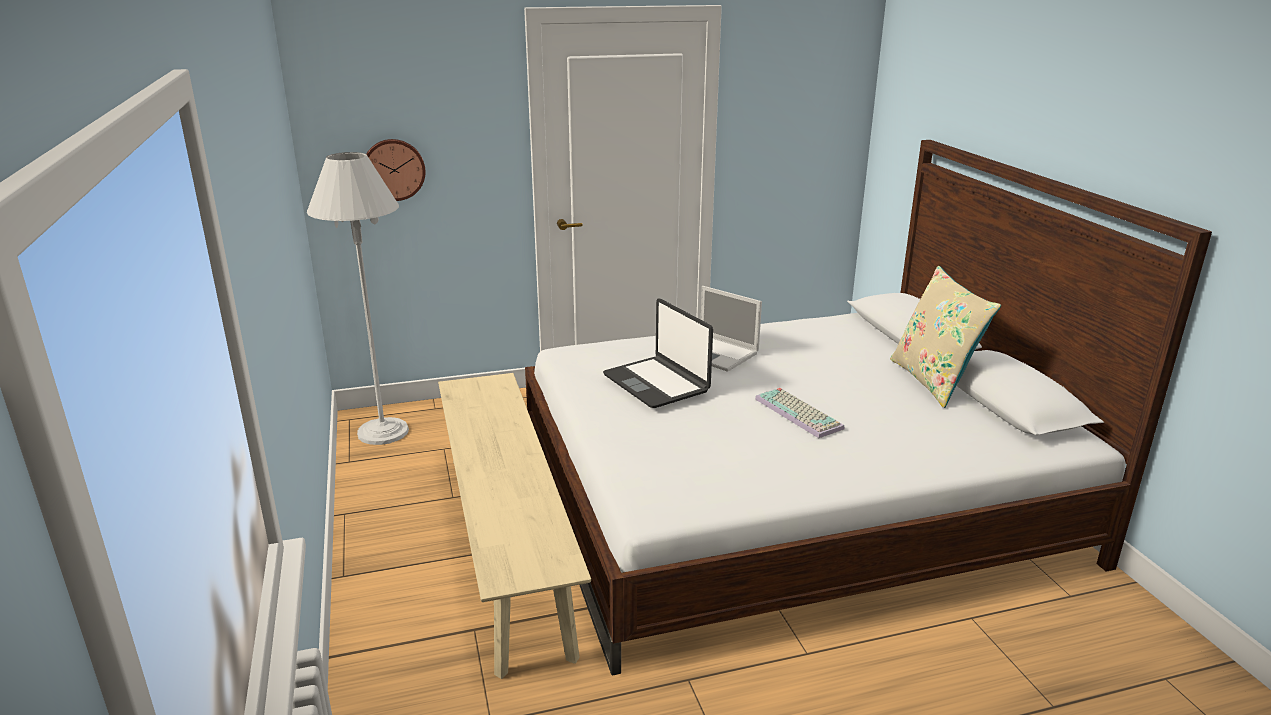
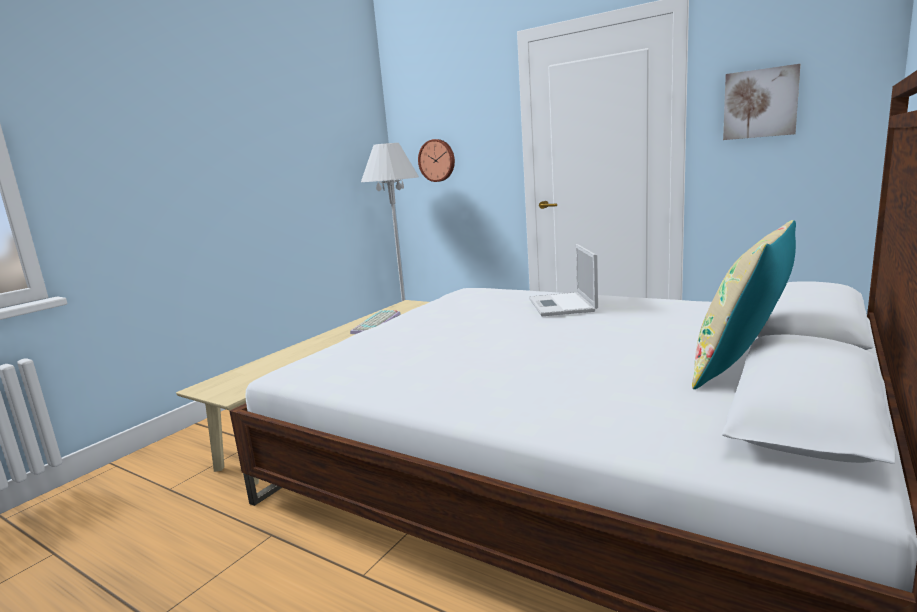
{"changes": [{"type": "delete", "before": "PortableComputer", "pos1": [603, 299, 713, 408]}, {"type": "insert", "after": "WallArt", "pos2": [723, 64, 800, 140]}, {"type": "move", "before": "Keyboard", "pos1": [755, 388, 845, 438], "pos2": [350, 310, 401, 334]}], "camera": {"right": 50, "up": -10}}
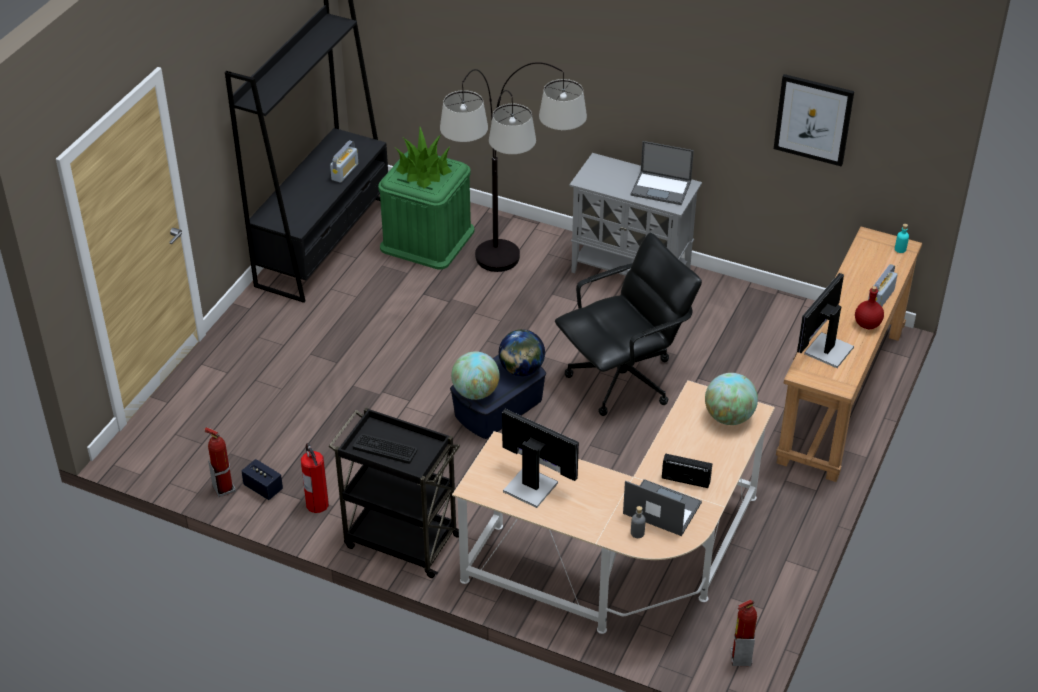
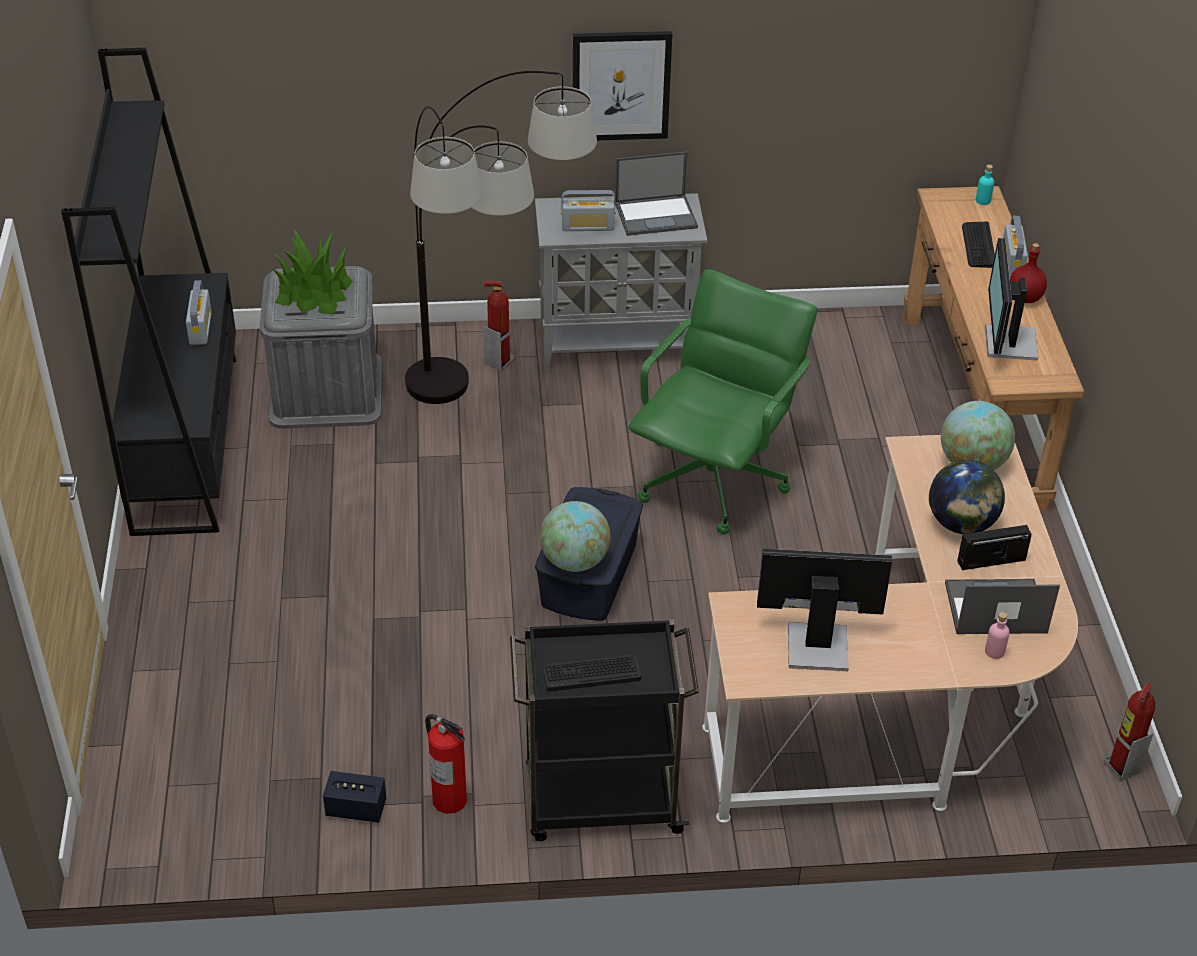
{"changes": [{"type": "insert", "after": "RadioReceiver", "pos2": [561, 190, 616, 231]}, {"type": "insert", "after": "Keyboard", "pos2": [962, 222, 995, 268]}, {"type": "move", "before": "FireExtinguisher", "pos1": [204, 427, 236, 497], "pos2": [483, 281, 515, 371]}, {"type": "move", "before": "Globe", "pos1": [499, 329, 545, 376], "pos2": [929, 460, 1005, 534]}, {"type": "move", "before": "WallArt", "pos1": [774, 74, 854, 167], "pos2": [573, 31, 672, 141]}, {"type": "recolor", "before": "GreenColouredStorageBox", "after": "GrayStorageBox", "pos1": [378, 151, 474, 270], "pos2": [260, 266, 382, 429]}, {"type": "recolor", "before": "BlackDeskChair", "after": "GreenColouredDeskChair", "pos1": [555, 233, 702, 416], "pos2": [628, 269, 817, 535]}, {"type": "recolor", "before": "GrayBeverageBottle", "after": "PinkBeverageBottle", "pos1": [631, 506, 646, 538], "pos2": [985, 612, 1010, 659]}], "camera": {"right": -30, "up": 0}}
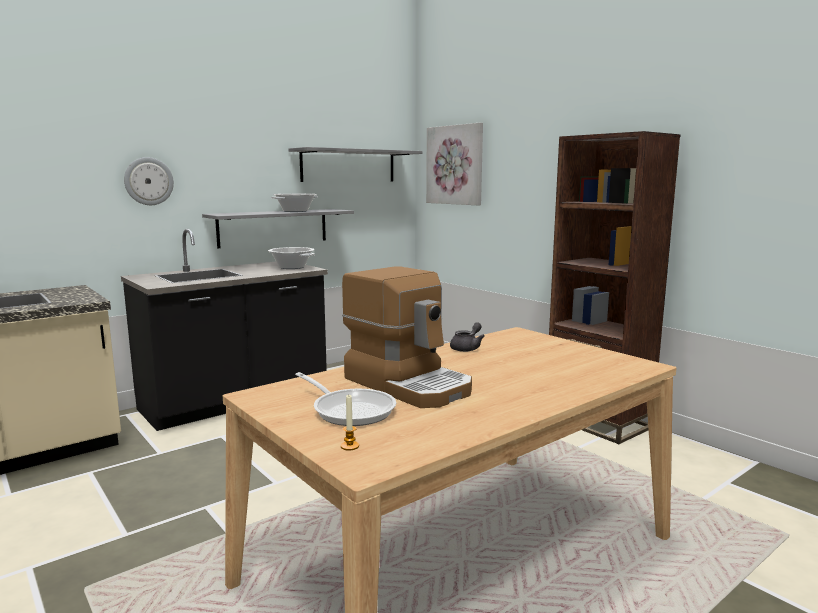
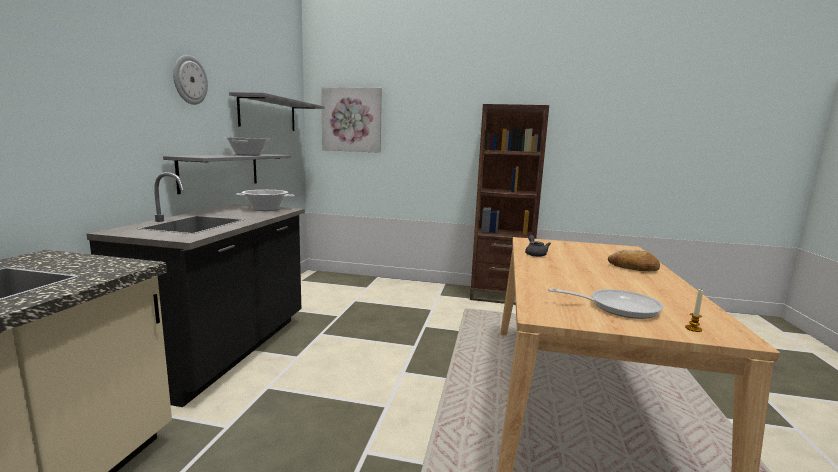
{"changes": [{"type": "delete", "before": "CoffeeBrewer", "pos1": [342, 266, 472, 408]}, {"type": "insert", "after": "BakeryBread", "pos2": [608, 249, 660, 271]}, {"type": "move", "before": "ClockOnTheWall", "pos1": [124, 157, 174, 205], "pos2": [173, 55, 208, 105]}], "camera": {"right": -40, "up": 0}}
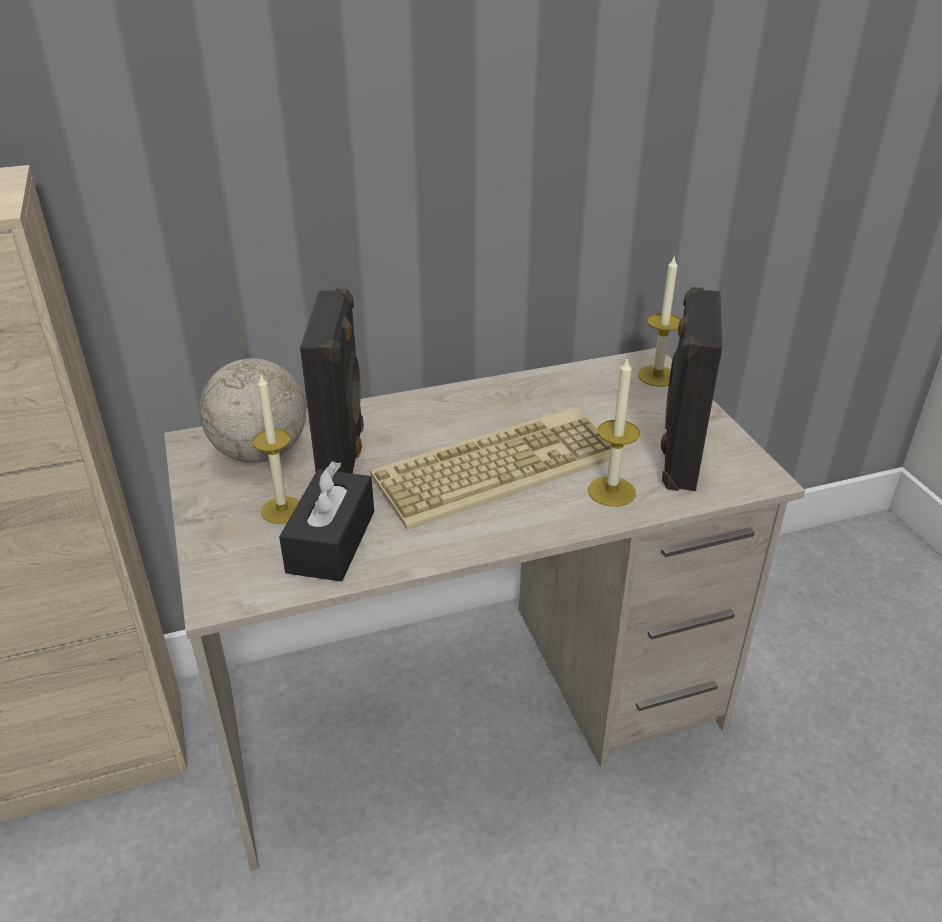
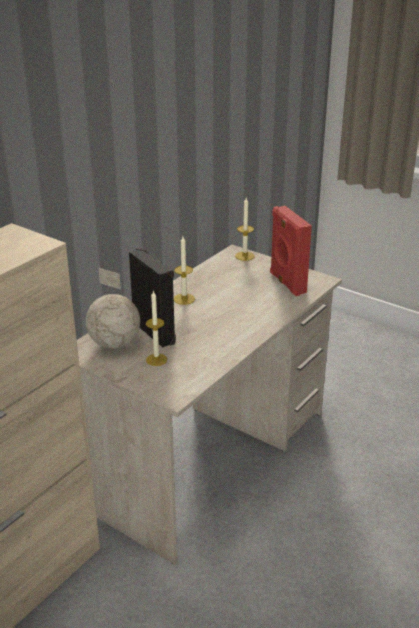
{"changes": [{"type": "delete", "before": "BlackBoxOfTissues", "pos1": [279, 461, 374, 582]}, {"type": "delete", "before": "Keyboard", "pos1": [370, 406, 623, 530]}, {"type": "move", "before": "WaxLight", "pos1": [588, 357, 640, 507], "pos2": [174, 236, 195, 305]}, {"type": "recolor", "before": "BlackLoudspeaker", "after": "RedLoudspeaker", "pos1": [661, 287, 722, 491], "pos2": [270, 206, 312, 296]}], "camera": {"right": -35, "up": -5}}
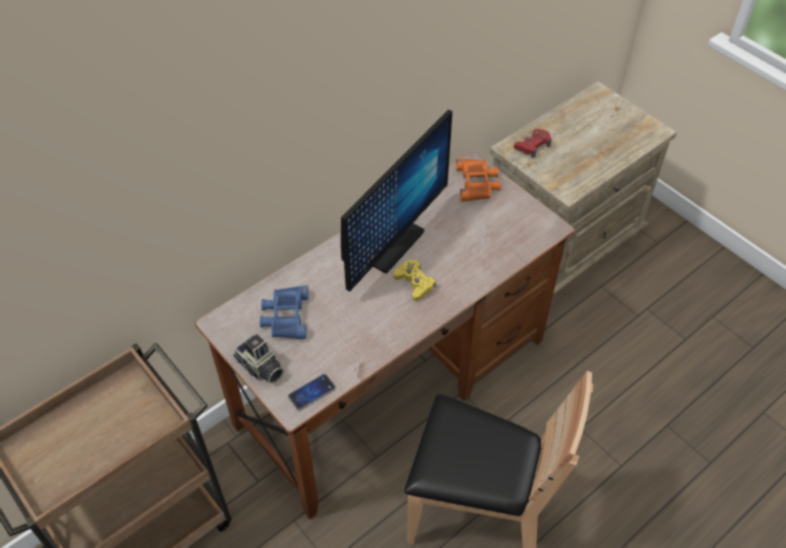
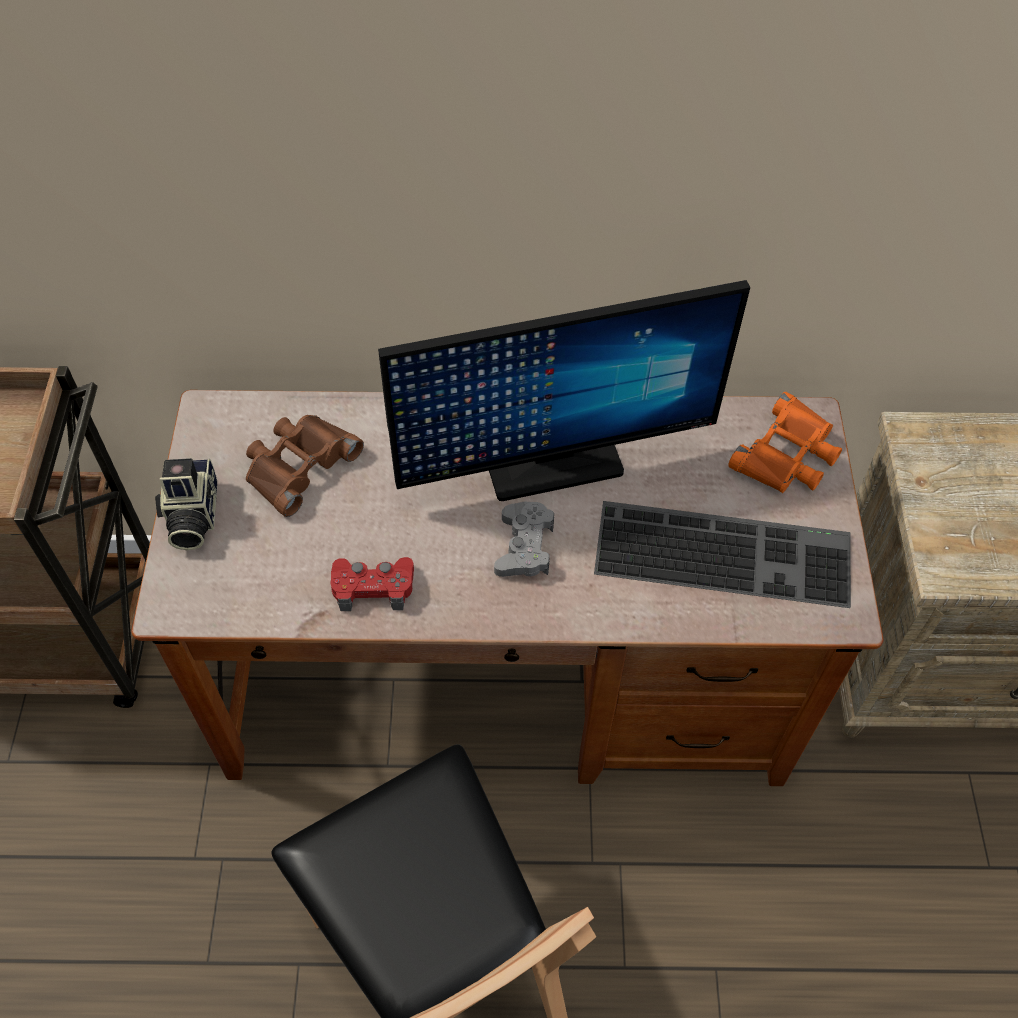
{"changes": [{"type": "delete", "before": "Phone", "pos1": [288, 374, 336, 410]}, {"type": "insert", "after": "Keyboard", "pos2": [594, 501, 851, 608]}, {"type": "move", "before": "RedGameController", "pos1": [514, 129, 552, 159], "pos2": [330, 557, 414, 611]}, {"type": "recolor", "before": "BluishFieldGlasses", "after": "BrownColouredFieldGlasses", "pos1": [260, 285, 308, 339], "pos2": [246, 415, 364, 517]}, {"type": "recolor", "before": "YellowGameController", "after": "GrayGameController", "pos1": [394, 260, 436, 301], "pos2": [494, 501, 554, 577]}], "camera": {"right": 40, "up": 5}}
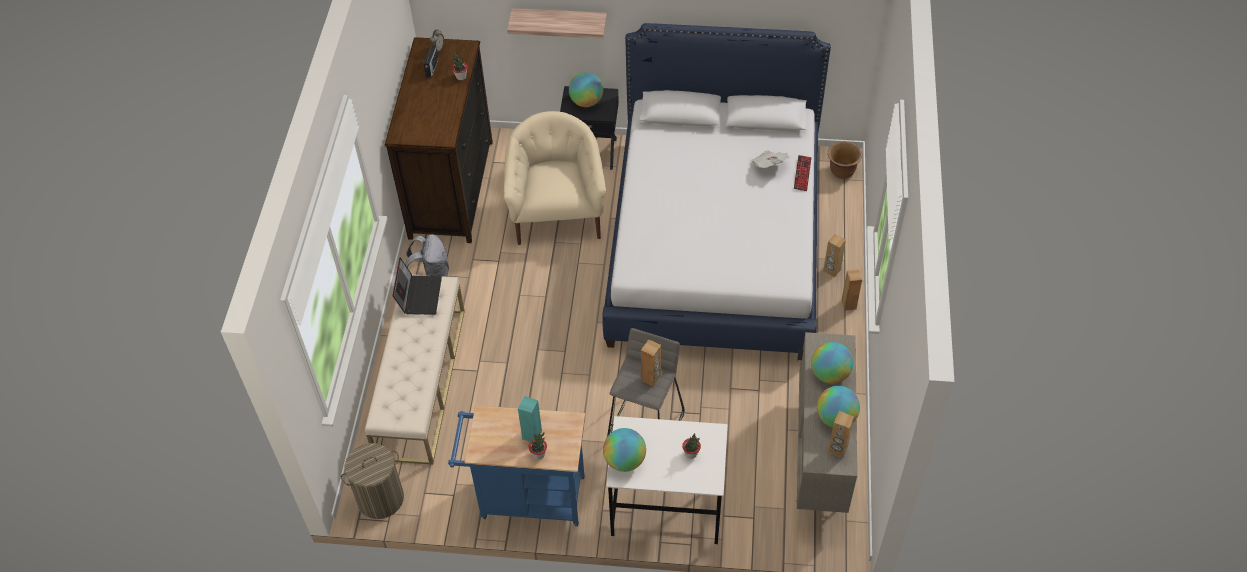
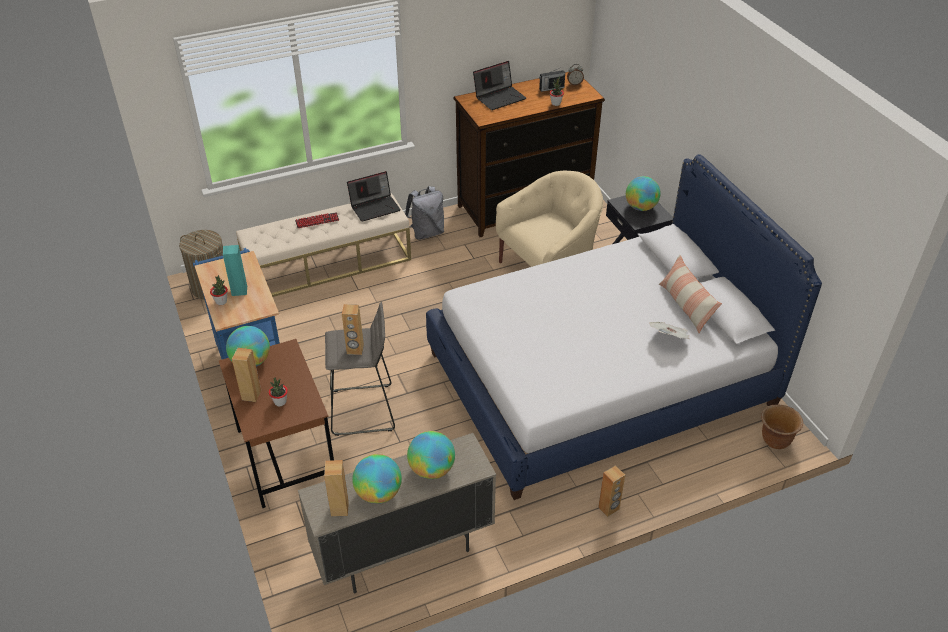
{"changes": [{"type": "delete", "before": "BracketShelf", "pos1": [507, 8, 607, 39]}, {"type": "insert", "after": "PortableComputer", "pos2": [473, 61, 526, 110]}, {"type": "insert", "after": "Cushion", "pos2": [659, 255, 722, 333]}, {"type": "move", "before": "Keyboard", "pos1": [794, 155, 811, 191], "pos2": [295, 212, 339, 228]}, {"type": "move", "before": "BrownColouredLoudspeaker", "pos1": [823, 234, 846, 277], "pos2": [232, 348, 261, 402]}, {"type": "recolor", "before": "WhiteColouredDesk", "after": "BrownColouredDesk", "pos1": [606, 416, 728, 544], "pos2": [219, 339, 334, 508]}], "camera": {"right": 60, "up": -10}}
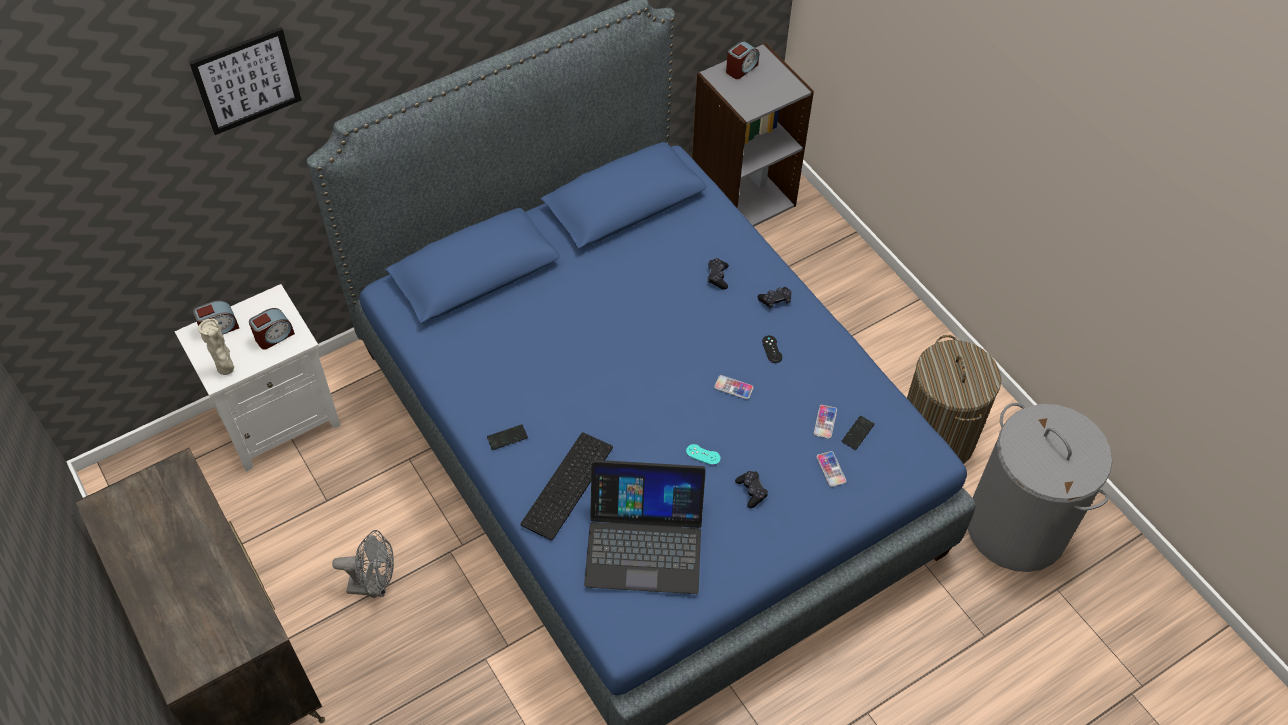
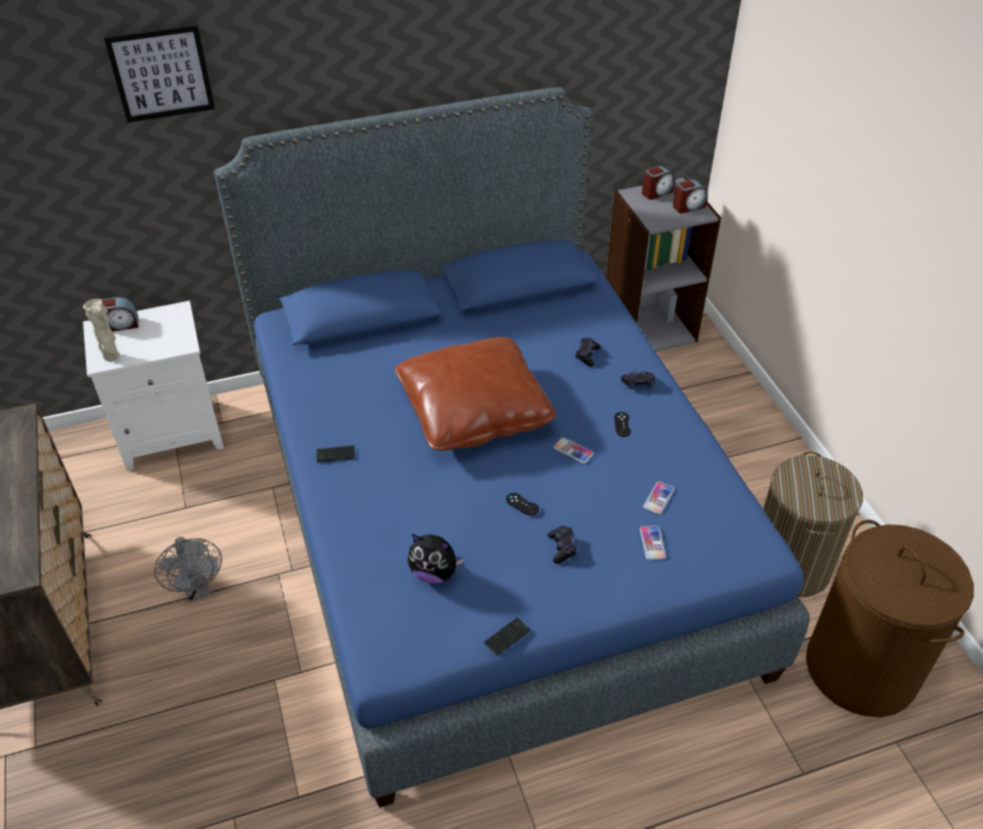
{"changes": [{"type": "delete", "before": "Keyboard", "pos1": [520, 432, 613, 540]}, {"type": "insert", "after": "BrownColouredCushion", "pos2": [395, 337, 556, 451]}, {"type": "move", "before": "AlarmClock", "pos1": [249, 308, 295, 350], "pos2": [673, 179, 708, 213]}, {"type": "move", "before": "Phone", "pos1": [841, 416, 875, 450], "pos2": [484, 618, 530, 656]}, {"type": "replace", "before": "PortableComputer", "after": "PlushToy", "pos1": [584, 460, 706, 594], "pos2": [408, 534, 464, 584]}, {"type": "recolor", "before": "TurquoiseColouredGameController", "after": "BlackGameController", "pos1": [686, 444, 720, 465], "pos2": [506, 493, 539, 516]}, {"type": "recolor", "before": "GrayHamper", "after": "BrownColouredHamper", "pos1": [968, 403, 1112, 572], "pos2": [806, 520, 974, 717]}, {"type": "rotate", "before": "GrayFan", "pos1": [332, 530, 394, 598], "pos2": [154, 537, 222, 602], "turn": 45}], "camera": {"right": 15, "up": -10}}
